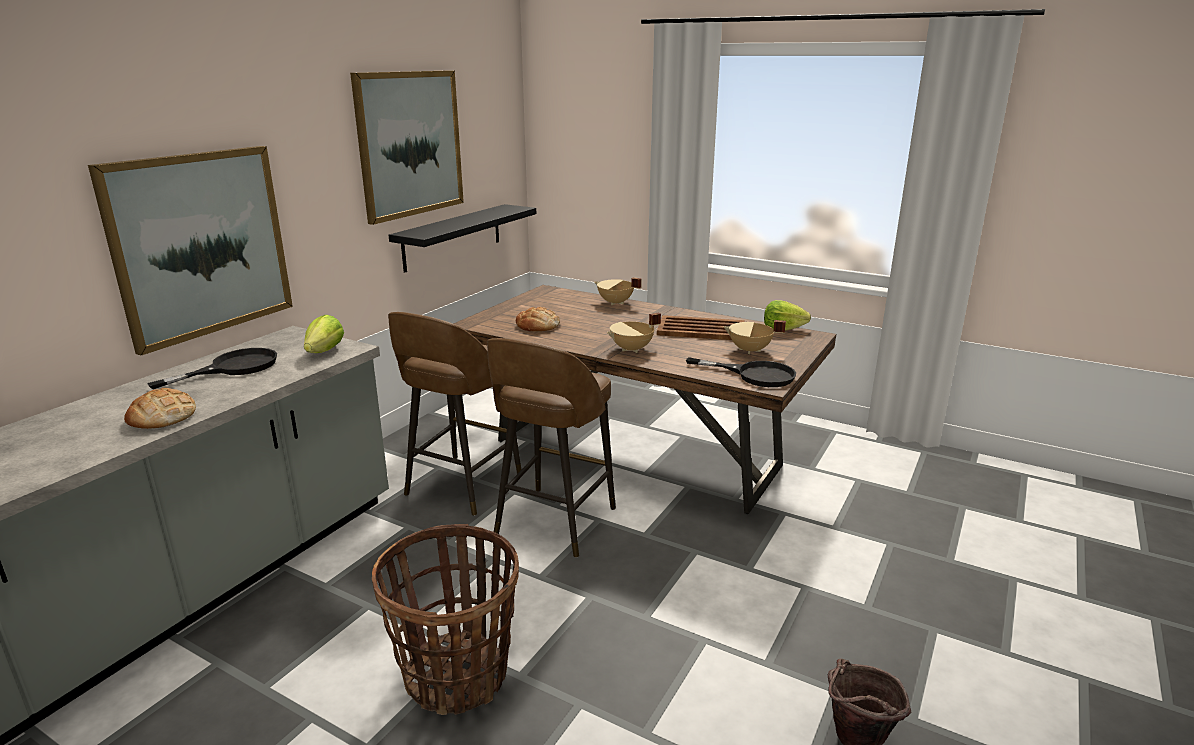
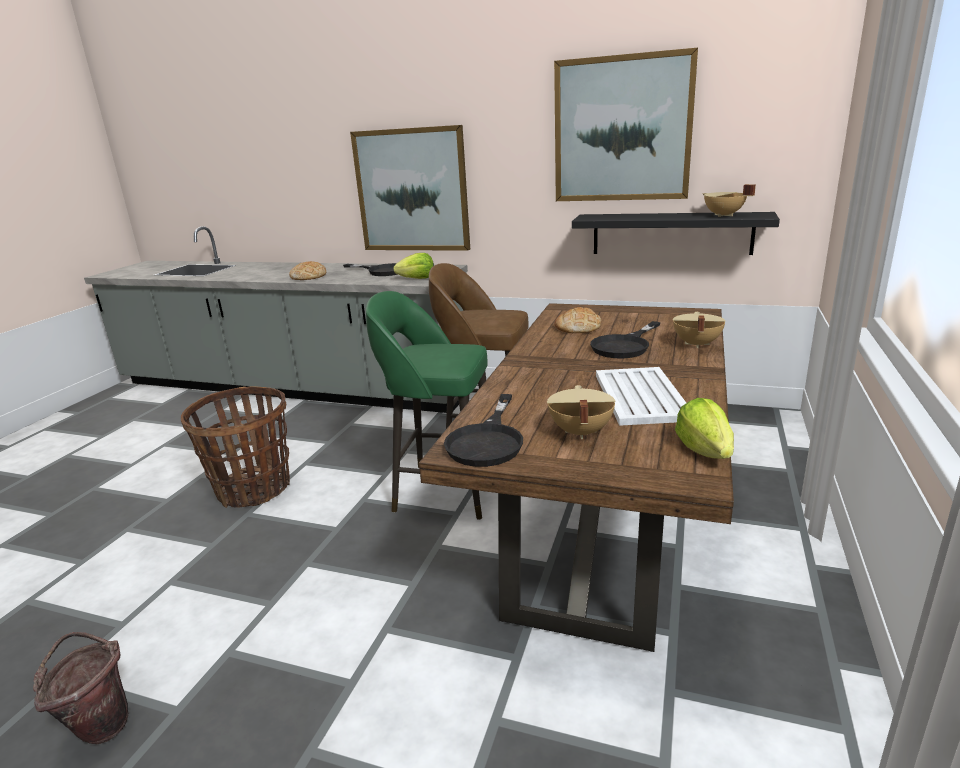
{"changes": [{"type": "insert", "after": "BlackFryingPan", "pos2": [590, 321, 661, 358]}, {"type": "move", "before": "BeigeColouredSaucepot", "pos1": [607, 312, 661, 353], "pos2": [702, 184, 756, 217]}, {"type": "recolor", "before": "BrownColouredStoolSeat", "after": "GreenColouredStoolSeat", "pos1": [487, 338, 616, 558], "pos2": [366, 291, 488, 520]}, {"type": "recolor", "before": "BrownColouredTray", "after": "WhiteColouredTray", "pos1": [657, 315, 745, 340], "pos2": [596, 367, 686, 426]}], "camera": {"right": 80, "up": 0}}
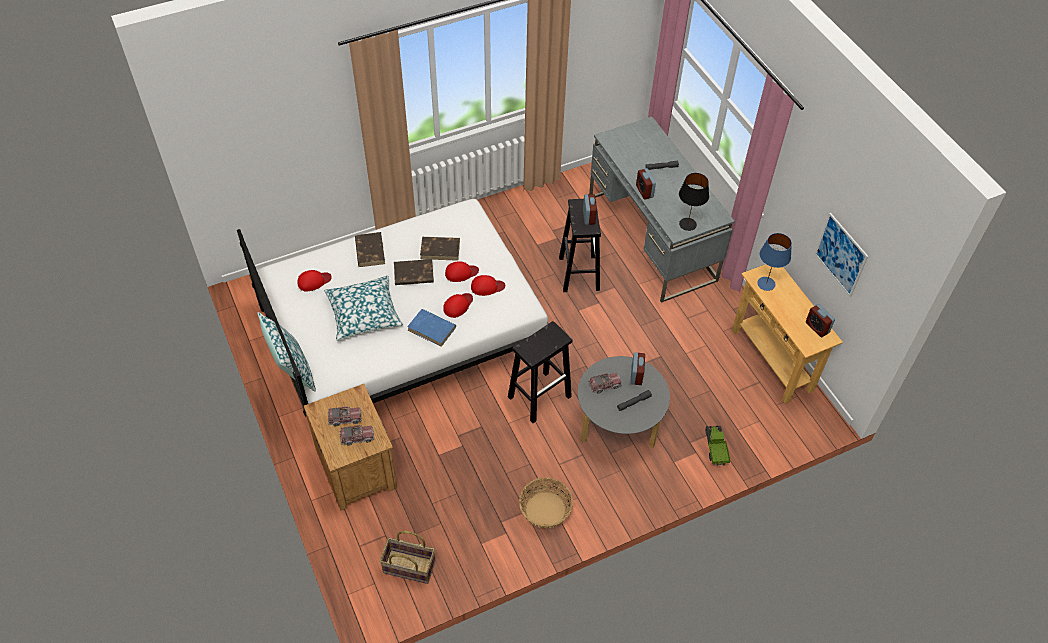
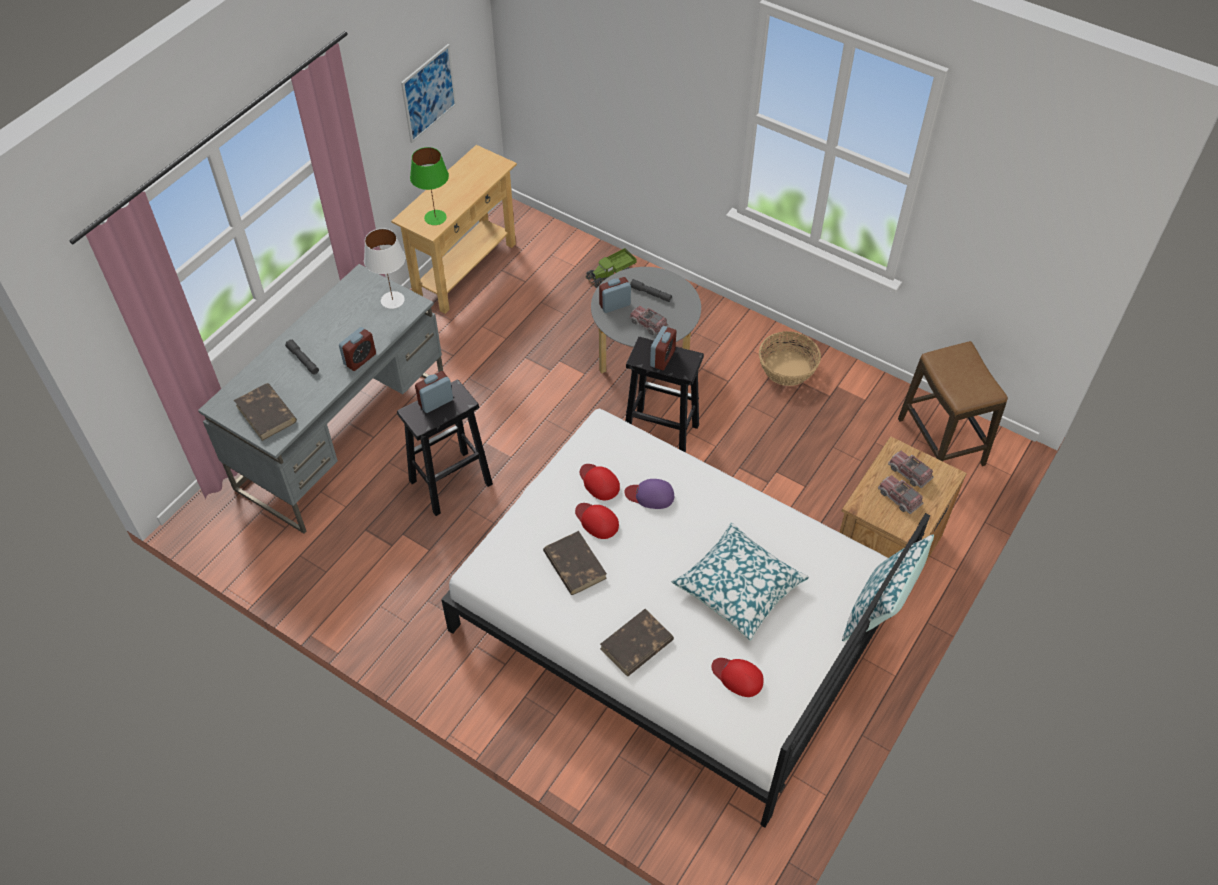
{"changes": [{"type": "delete", "before": "BluishVolume", "pos1": [407, 309, 456, 347]}, {"type": "move", "before": "BrownColouredVolume", "pos1": [394, 259, 434, 285], "pos2": [234, 383, 297, 441]}, {"type": "move", "before": "AlarmClock", "pos1": [806, 304, 835, 337], "pos2": [650, 326, 676, 370]}, {"type": "replace", "before": "Basket", "after": "StoolSeat", "pos1": [380, 531, 435, 584], "pos2": [898, 341, 1008, 466]}, {"type": "recolor", "before": "RedCap", "after": "PurplishCap", "pos1": [443, 293, 473, 318], "pos2": [625, 479, 674, 509]}, {"type": "recolor", "before": "BlackTableLamp", "after": "WhiteColouredTableLamp", "pos1": [679, 173, 709, 231], "pos2": [364, 228, 405, 309]}, {"type": "recolor", "before": "BluishTableLamp", "after": "GreenColouredTableLamp", "pos1": [757, 233, 792, 291], "pos2": [410, 147, 449, 225]}], "camera": {"right": -120, "up": 0}}
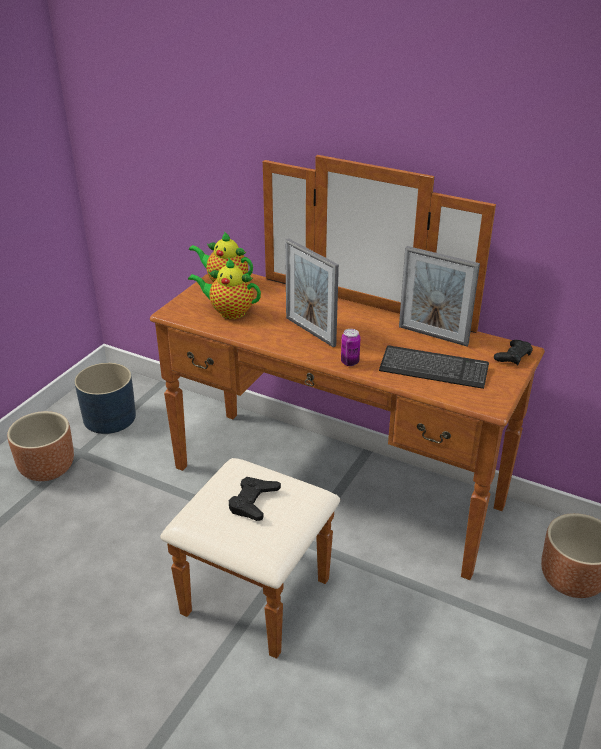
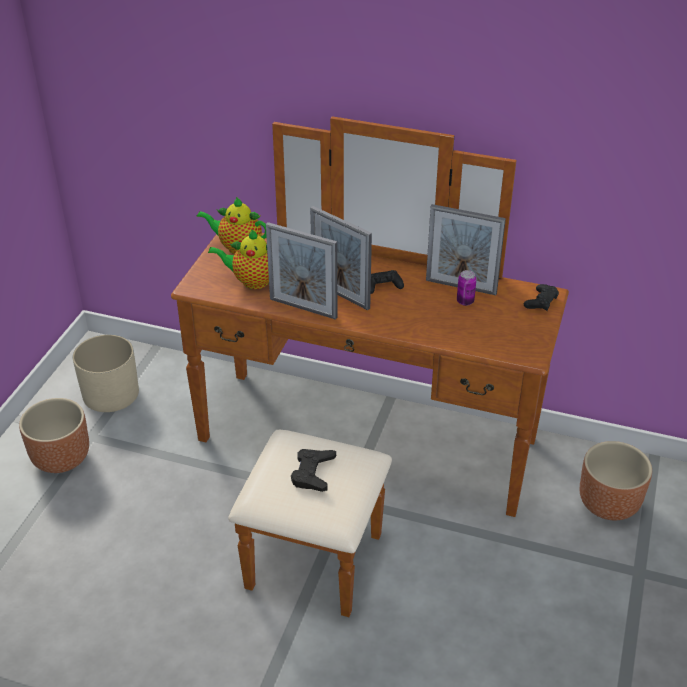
{"changes": [{"type": "delete", "before": "Keyboard", "pos1": [379, 346, 489, 389]}, {"type": "insert", "after": "PictureFrame", "pos2": [266, 222, 338, 320]}, {"type": "insert", "after": "BlackGameController", "pos2": [371, 270, 404, 294]}, {"type": "move", "before": "SealedCan", "pos1": [341, 329, 361, 366], "pos2": [457, 270, 476, 306]}, {"type": "recolor", "before": "BluishPlantPot", "after": "BeigeColouredPlantPot", "pos1": [75, 363, 136, 434], "pos2": [73, 335, 139, 412]}], "camera": {"right": -10, "up": 5}}
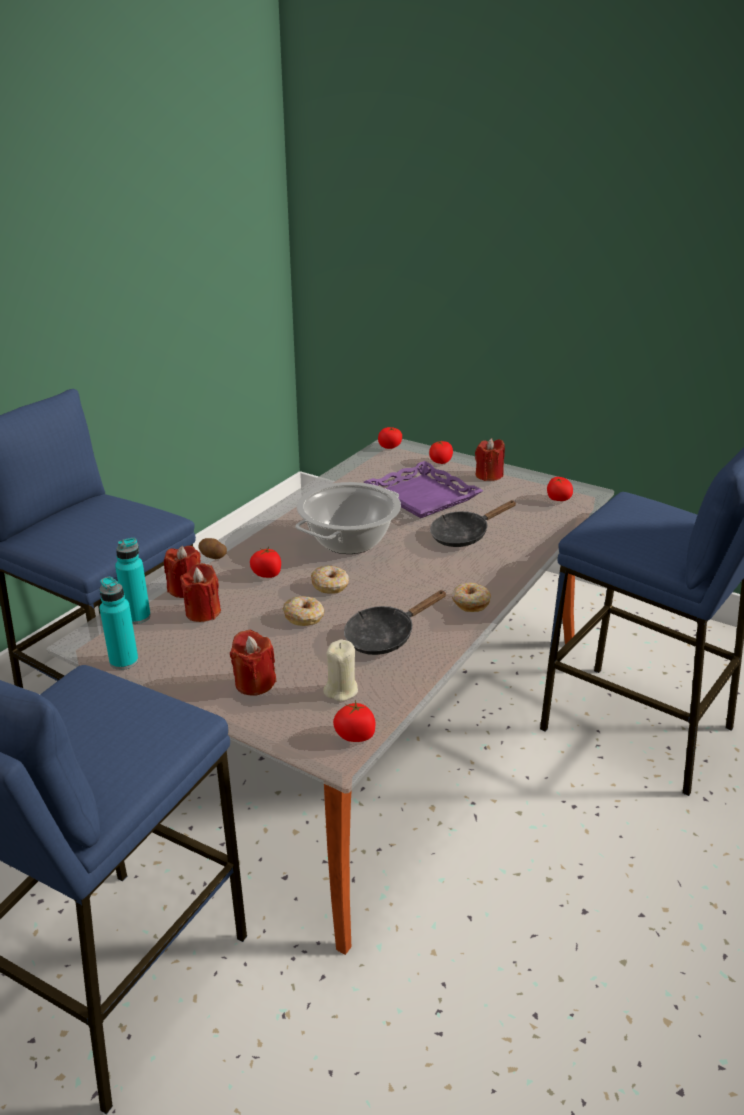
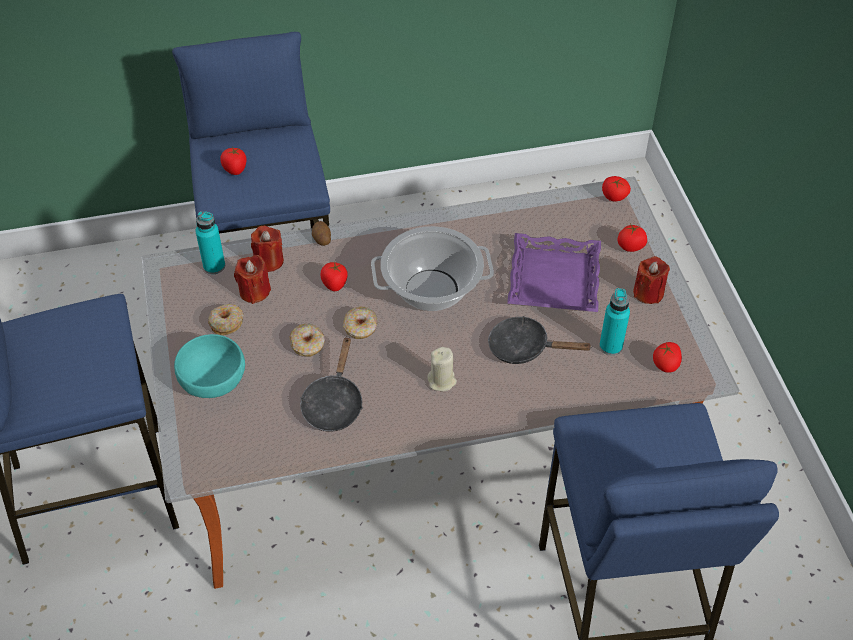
{"changes": [{"type": "move", "before": "TurquoiseColouredBeverageBottle", "pos1": [100, 577, 138, 670], "pos2": [599, 288, 630, 355]}, {"type": "move", "before": "BeigeColouredWaxLight", "pos1": [323, 639, 358, 701], "pos2": [428, 347, 457, 391]}, {"type": "move", "before": "Tomato", "pos1": [333, 700, 375, 742], "pos2": [220, 147, 246, 175]}, {"type": "move", "before": "Donut", "pos1": [452, 583, 491, 612], "pos2": [208, 304, 243, 335]}, {"type": "replace", "before": "RedWaxLight", "after": "TurquoiseColouredDeepDish", "pos1": [230, 630, 276, 695], "pos2": [174, 334, 245, 398]}, {"type": "rotate", "before": "BlackFryingPan", "pos1": [344, 590, 447, 655], "pos2": [300, 336, 363, 432], "turn": -90}], "camera": {"right": 45, "up": 20}}
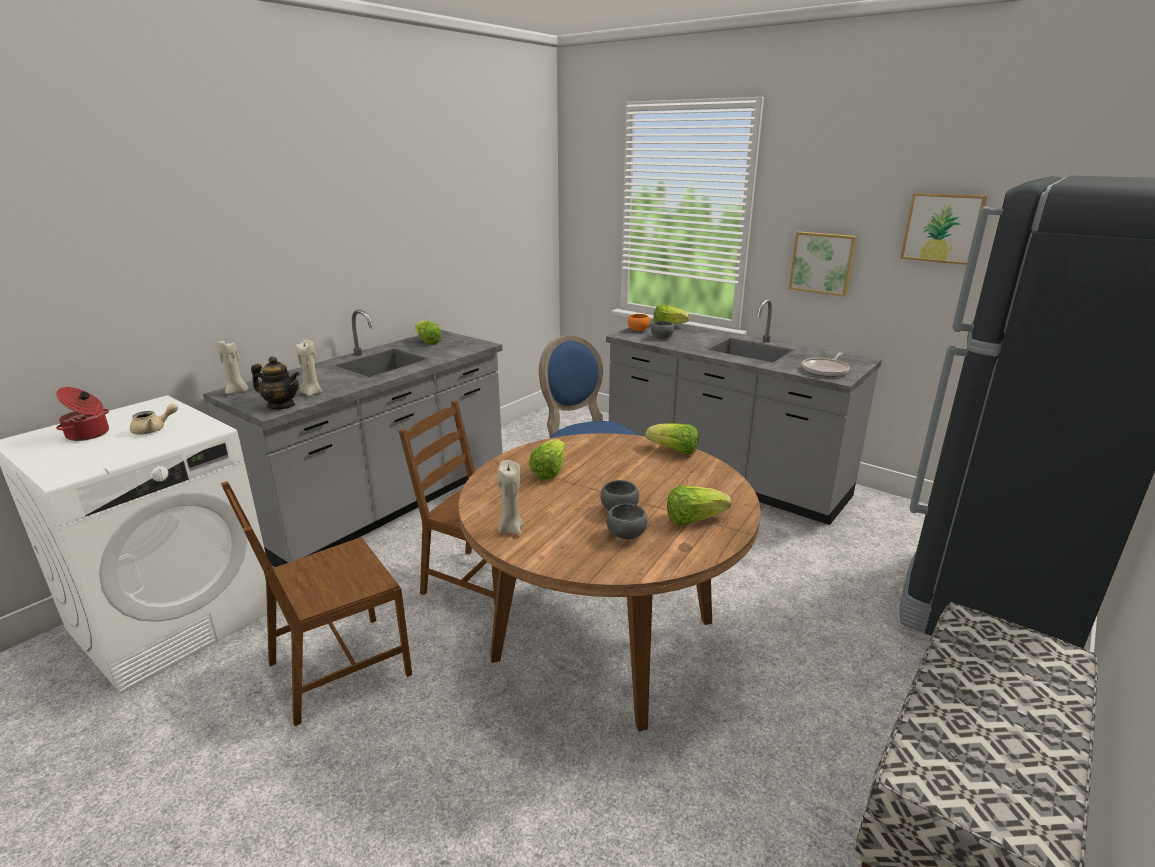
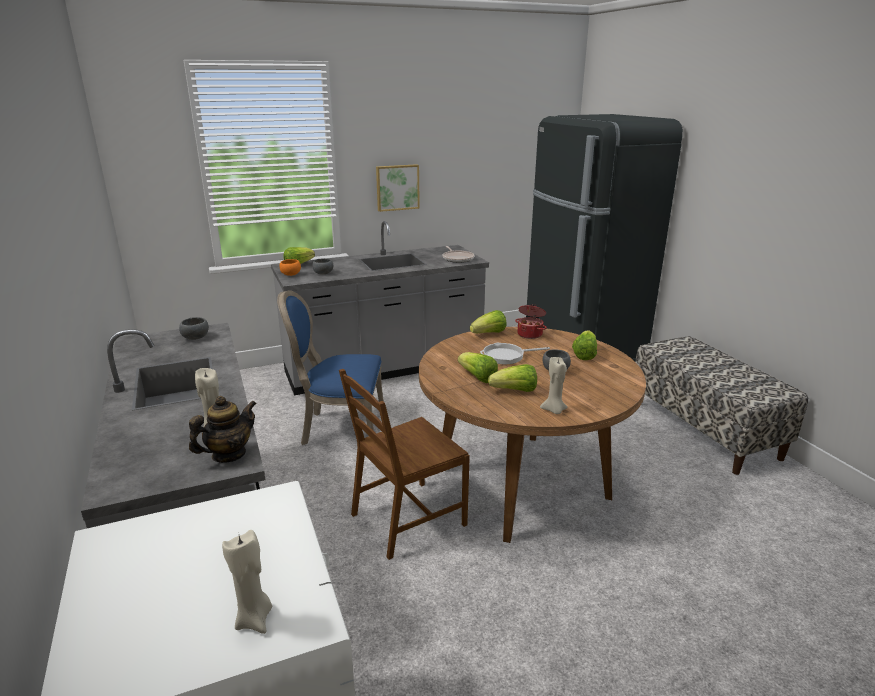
{"changes": [{"type": "delete", "before": "BeigeColouredPotForTea", "pos1": [130, 403, 178, 435]}, {"type": "delete", "before": "BrownColouredPlainChair", "pos1": [221, 481, 412, 726]}, {"type": "delete", "before": "WallArt", "pos1": [900, 193, 987, 265]}, {"type": "insert", "after": "FryingPan", "pos2": [480, 343, 550, 364]}, {"type": "move", "before": "Saucepot", "pos1": [56, 387, 109, 441], "pos2": [515, 304, 547, 339]}, {"type": "move", "before": "BeigeColouredWaxLight", "pos1": [217, 339, 248, 394], "pos2": [222, 530, 272, 634]}, {"type": "move", "before": "HeadOfLettuce", "pos1": [415, 321, 442, 345], "pos2": [488, 364, 537, 392]}, {"type": "move", "before": "GrayDeepDish", "pos1": [606, 504, 647, 540], "pos2": [179, 317, 209, 340]}], "camera": {"right": -60, "up": 0}}
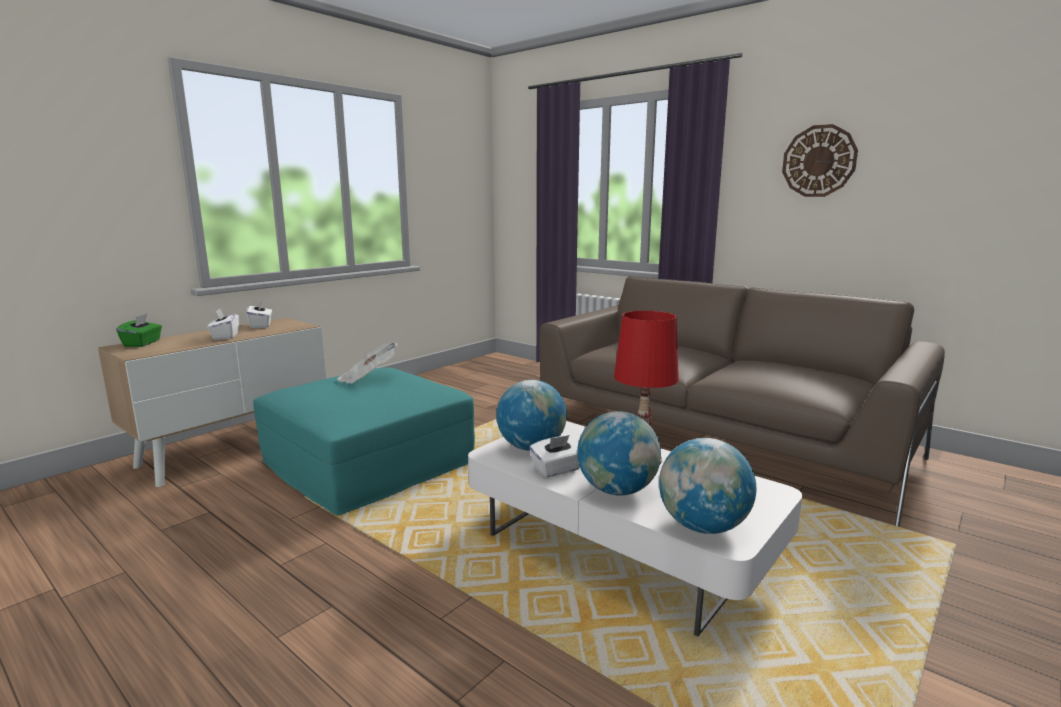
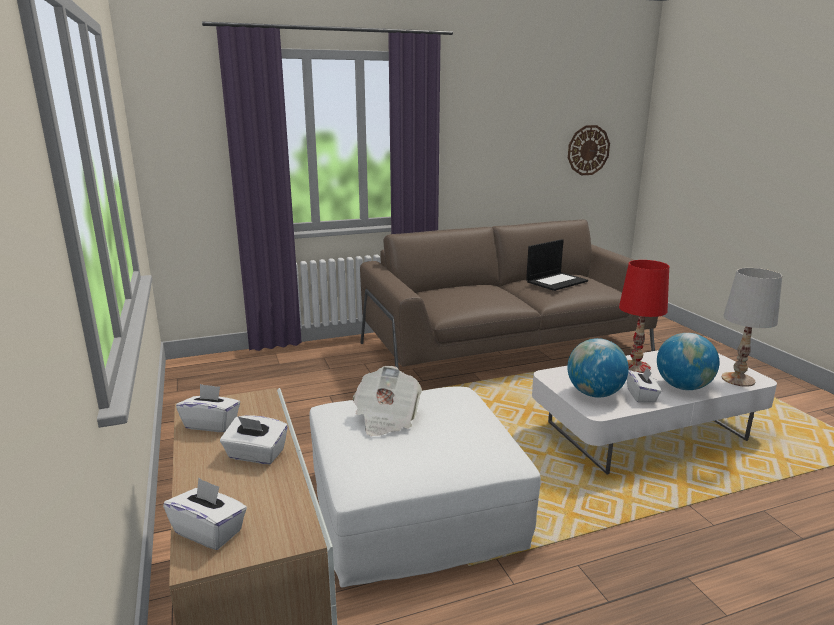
{"changes": [{"type": "insert", "after": "PortableComputer", "pos2": [526, 239, 588, 291]}, {"type": "move", "before": "ClockOnTheWall", "pos1": [782, 124, 858, 197], "pos2": [568, 125, 610, 175]}, {"type": "replace", "before": "Globe", "after": "WhiteColouredTableLamp", "pos1": [659, 438, 756, 534], "pos2": [722, 268, 782, 387]}, {"type": "recolor", "before": "GreenColouredBoxOfTissues", "after": "WhiteColouredBoxOfTissues", "pos1": [116, 314, 162, 347], "pos2": [163, 477, 247, 550]}, {"type": "recolor", "before": "TurquoiseColouredFootrest", "after": "WhiteColouredFootrest", "pos1": [253, 367, 475, 515], "pos2": [309, 386, 541, 587]}], "camera": {"right": -60, "up": 5}}
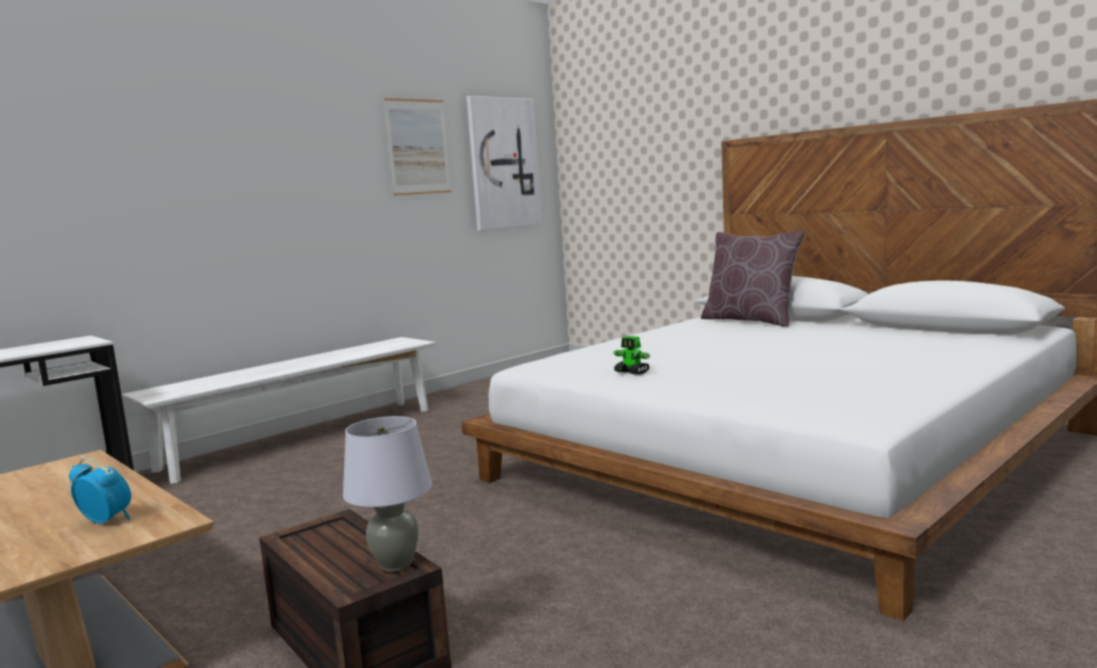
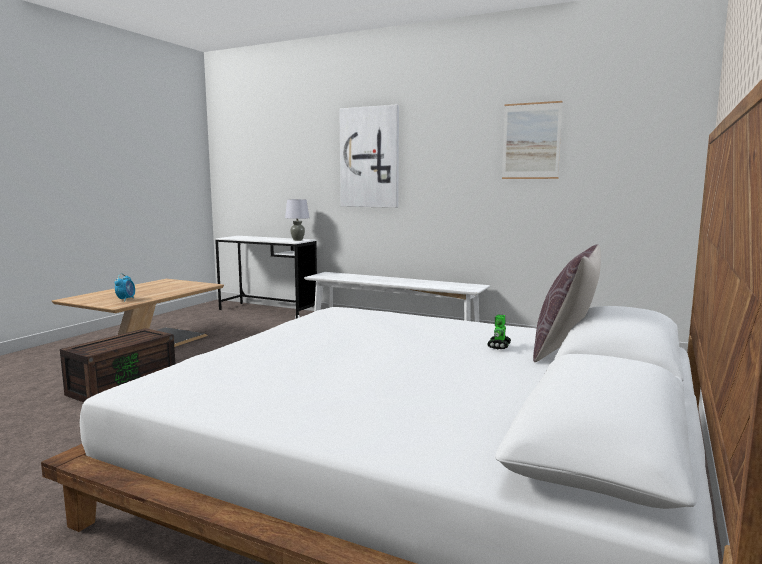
{"changes": [{"type": "move", "before": "GrayTableLamp", "pos1": [343, 416, 432, 572], "pos2": [285, 199, 310, 241]}, {"type": "move", "before": "WallArt", "pos1": [466, 96, 542, 231], "pos2": [339, 105, 399, 208]}, {"type": "move", "before": "ModelRobot", "pos1": [613, 336, 650, 375], "pos2": [487, 314, 511, 349]}], "camera": {"right": 70, "up": 0}}
